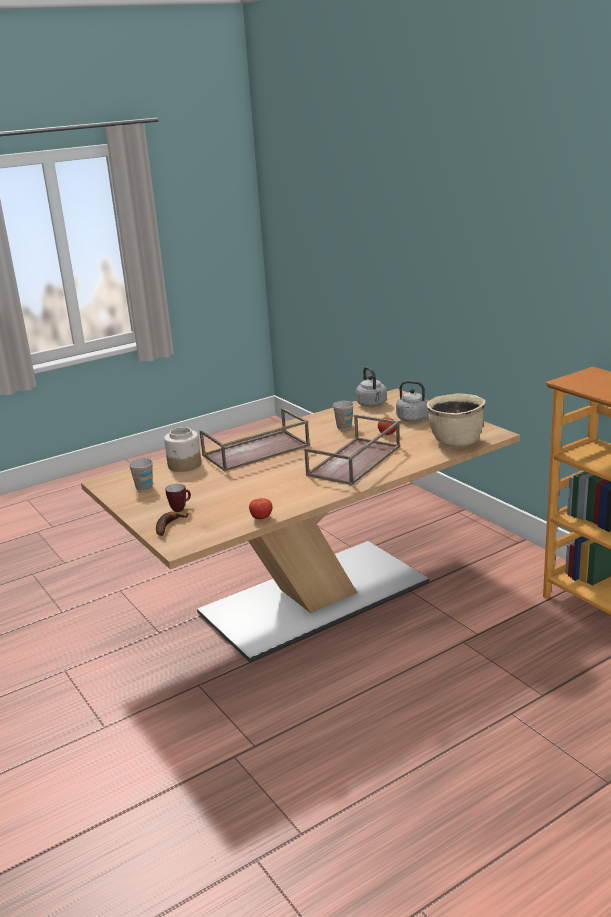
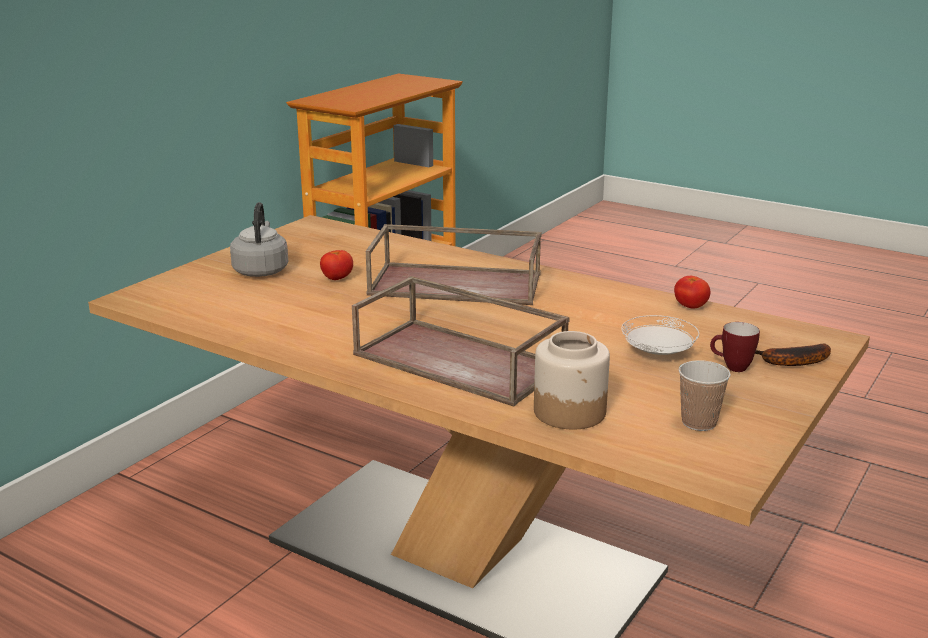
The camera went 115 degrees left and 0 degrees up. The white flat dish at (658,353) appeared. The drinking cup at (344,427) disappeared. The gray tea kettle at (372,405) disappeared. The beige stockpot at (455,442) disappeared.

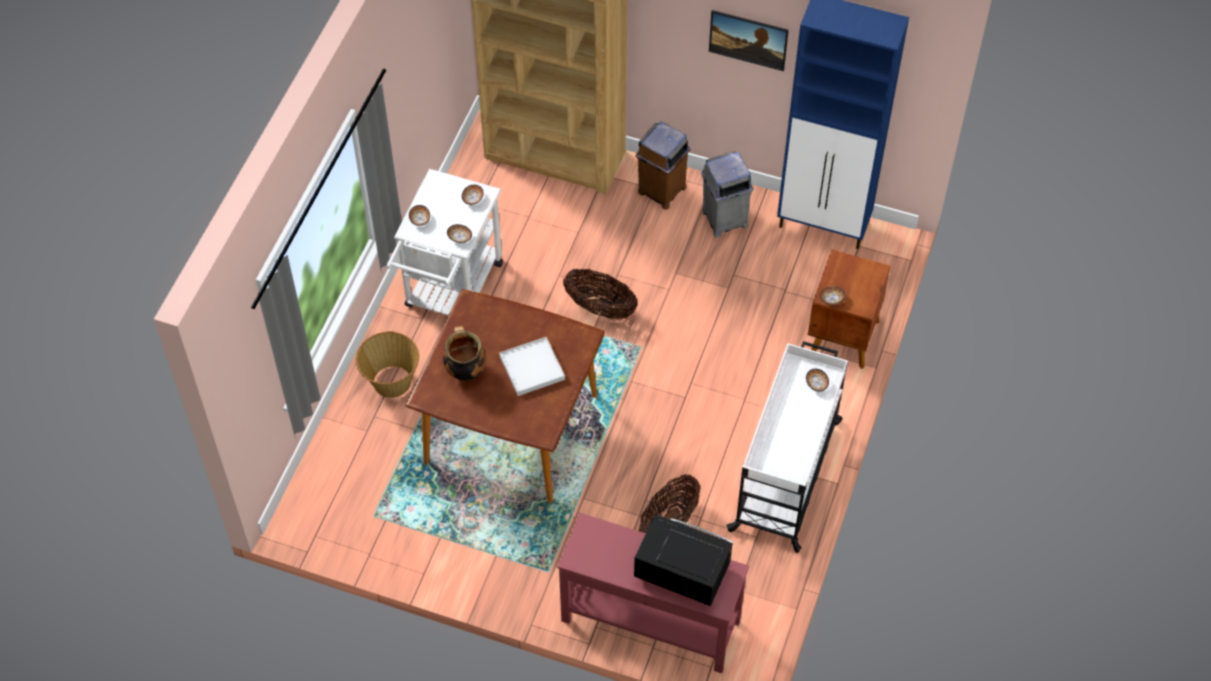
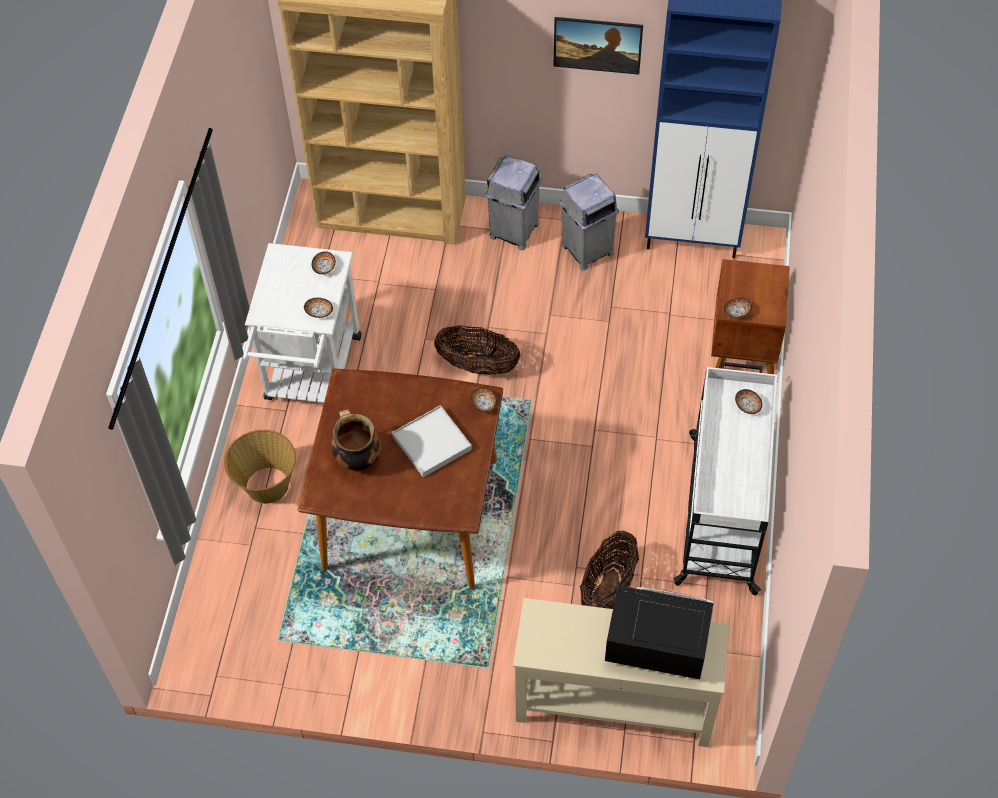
The camera went 10 degrees left and 0 degrees up. The deep dish moved from (419,220) to (483,404). The brown-coloured rubbish bin at (661,191) became the gray rubbish bin at (513,231). The red-coloured hall table at (650,620) became the beige hall table at (613,702).

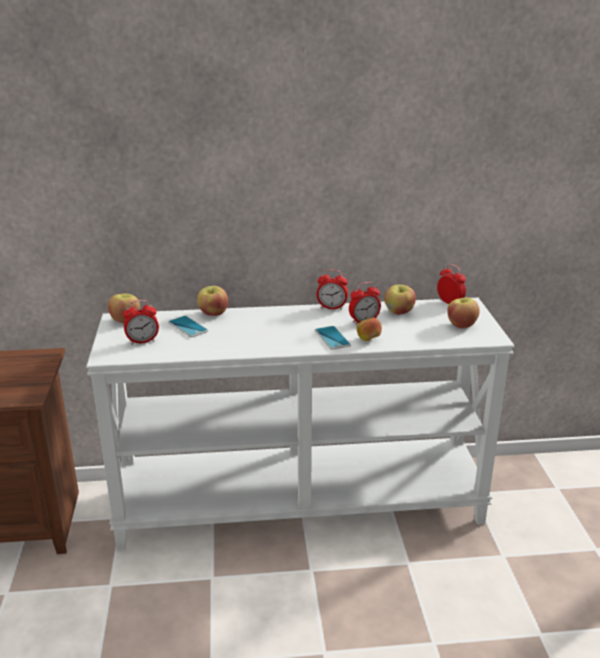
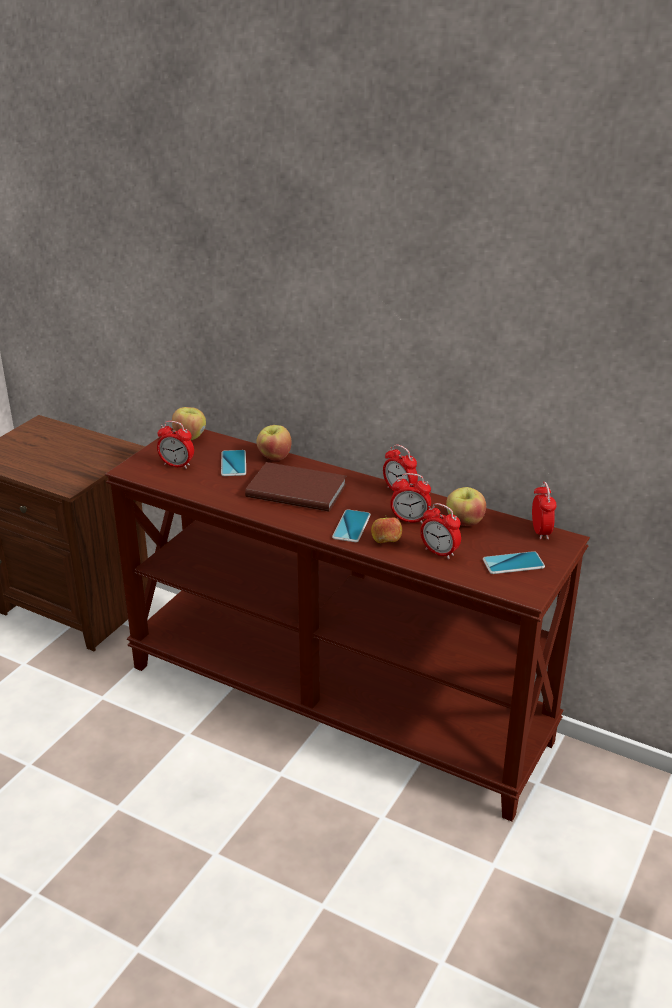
The camera went 35 degrees right and 5 degrees up. The white hall table at (300,502) became the brown-coloured hall table at (338,702). The brown-coloured volume at (296,489) appeared. The bedside clock at (439,552) appeared. The apple fruit at (461,325) was replaced by the phone at (513,563).

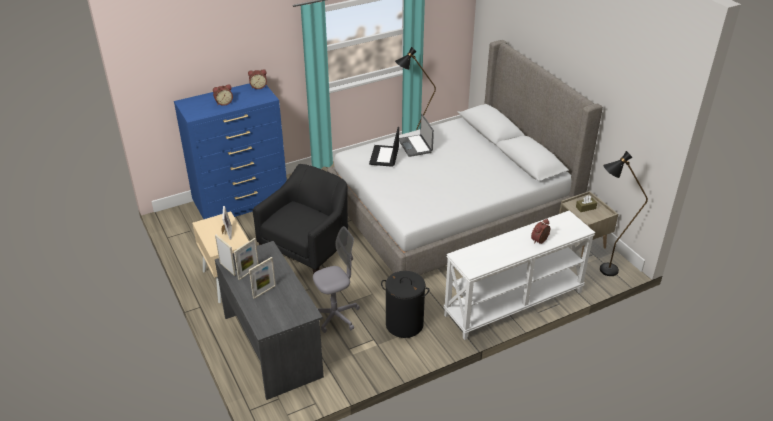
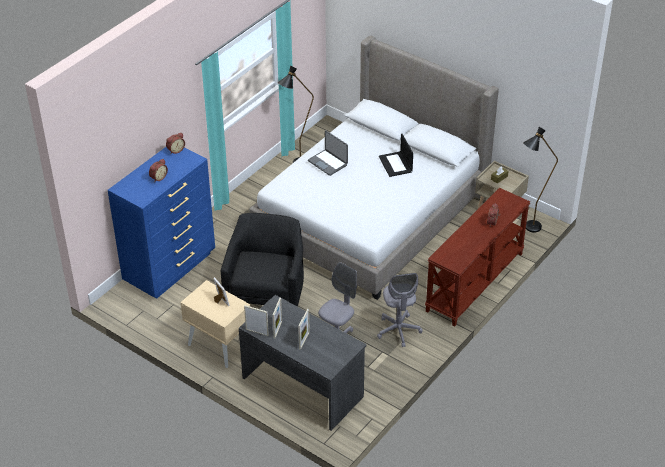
The camera went 25 degrees left and 5 degrees up. The blackish hamper at (404,324) was replaced by the gray computer chair at (398,330). The portable computer moved from (384,156) to (396,164). The white hall table at (514,304) became the brown-coloured hall table at (475,282).

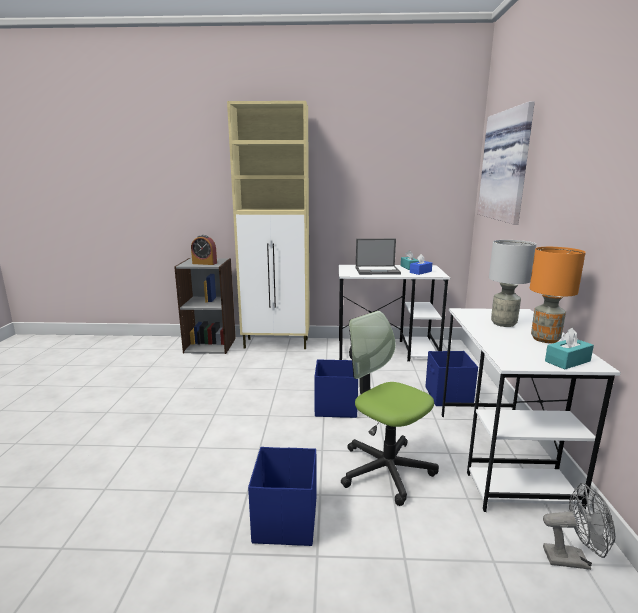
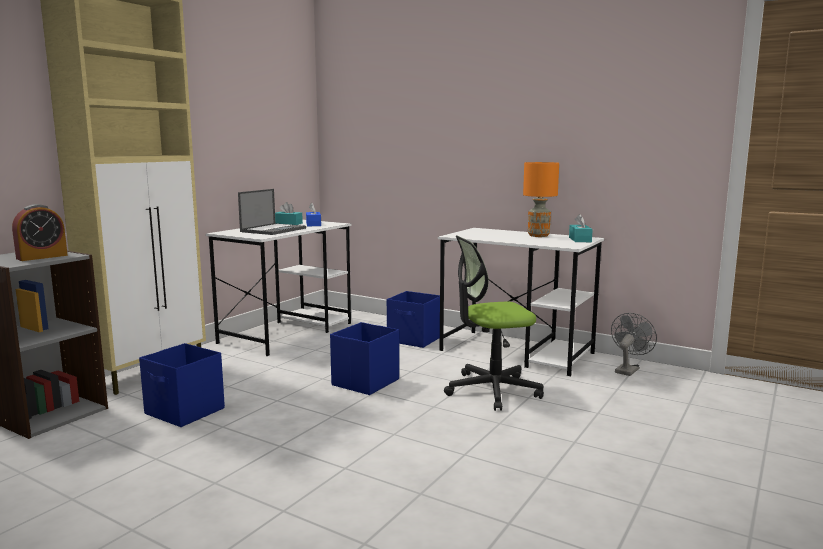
The camera went 60 degrees left and 5 degrees down. The bluish storage container moved from (285,521) to (185,411). The wall picture at (508,166) disappeared. The gray tabletop lamp at (504,323) disappeared.

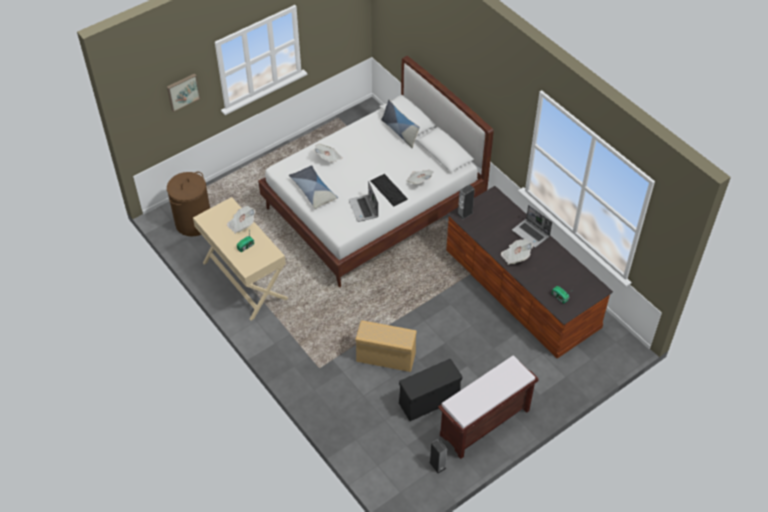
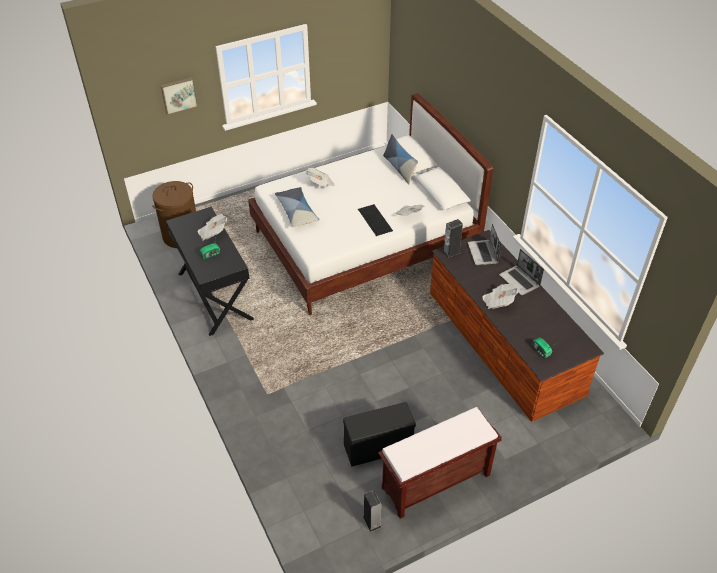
The camera went 10 degrees right and 5 degrees down. The beige hall table at (244,280) became the blackish hall table at (215,296). The portable computer moved from (364,209) to (483,253). The beige storage container at (385,357) disappeared.

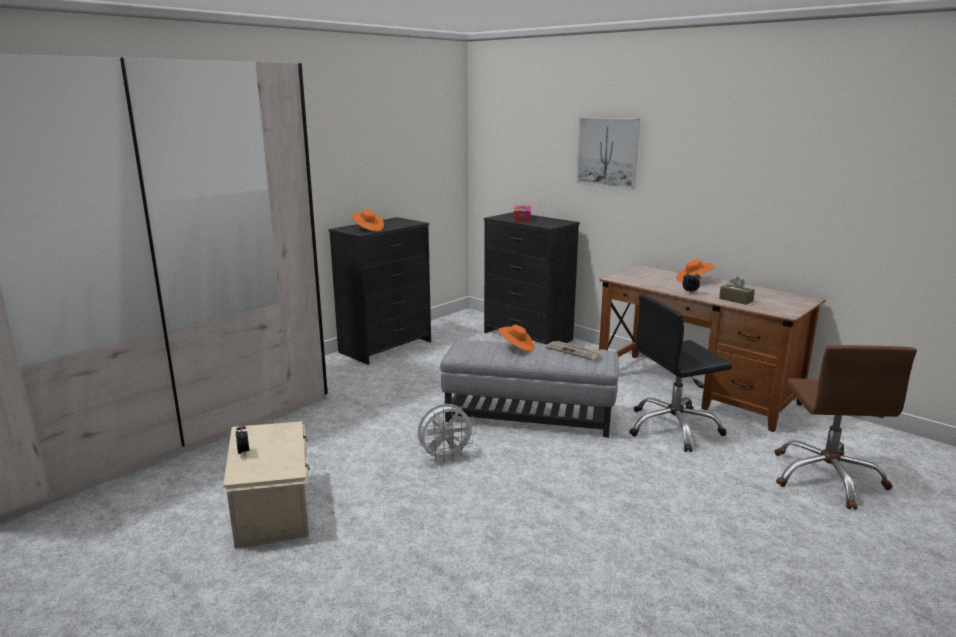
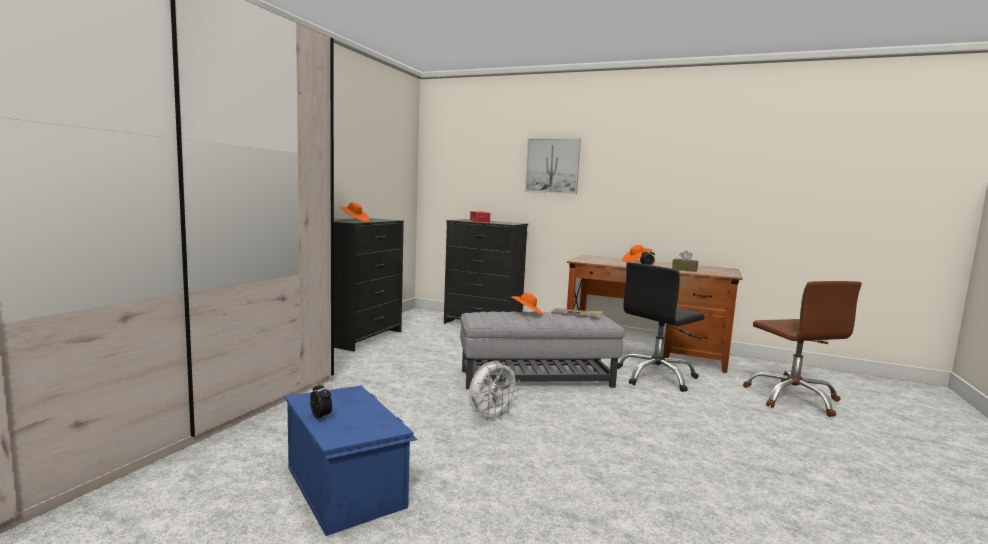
The camera went 20 degrees left and 10 degrees down. The beige storage container at (274,508) became the bluish storage container at (346,485).

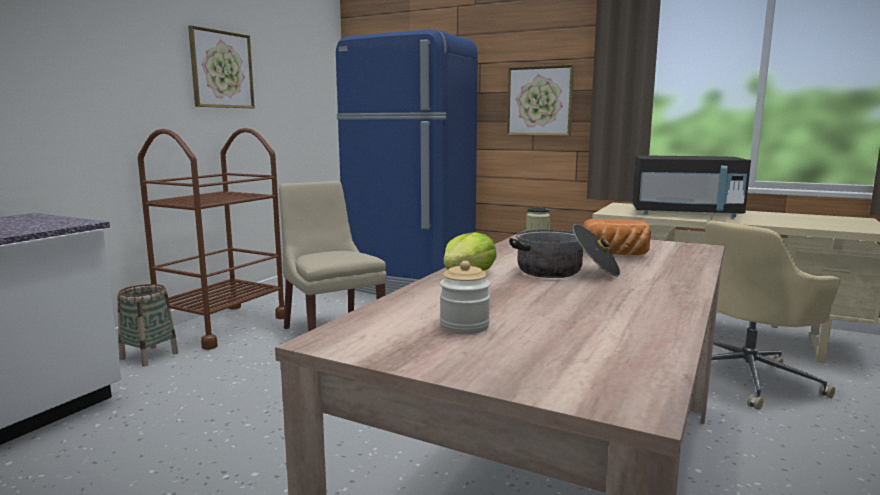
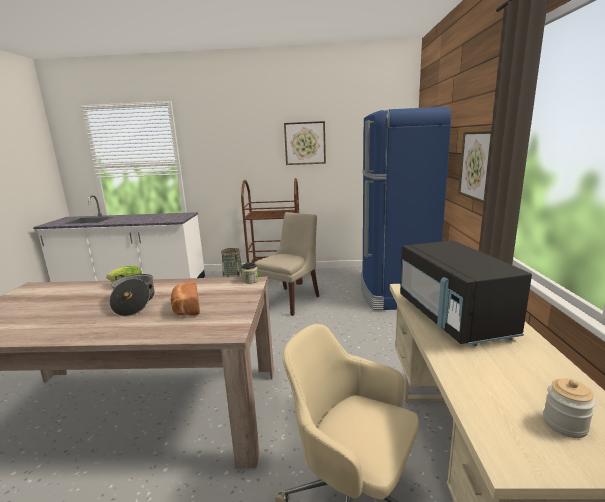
The camera went 65 degrees right and 5 degrees up. The preserve jar moved from (464,326) to (565,424).

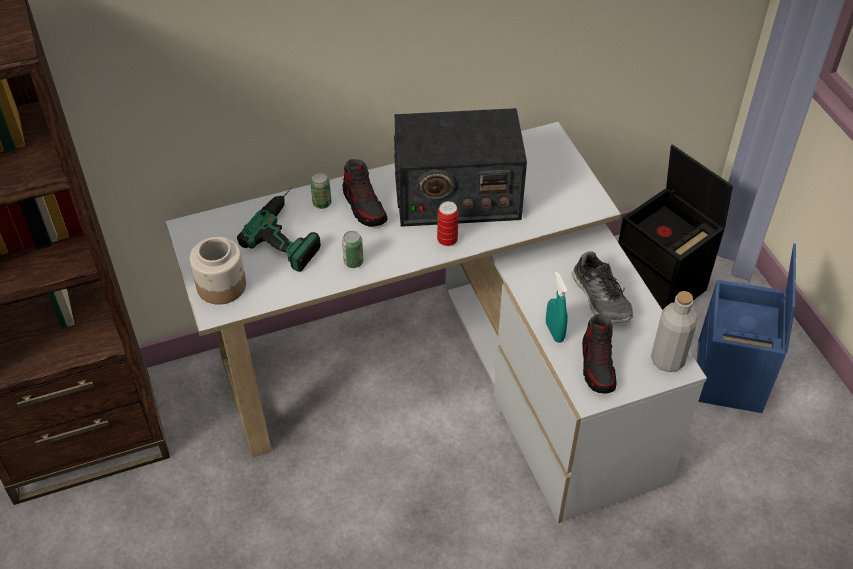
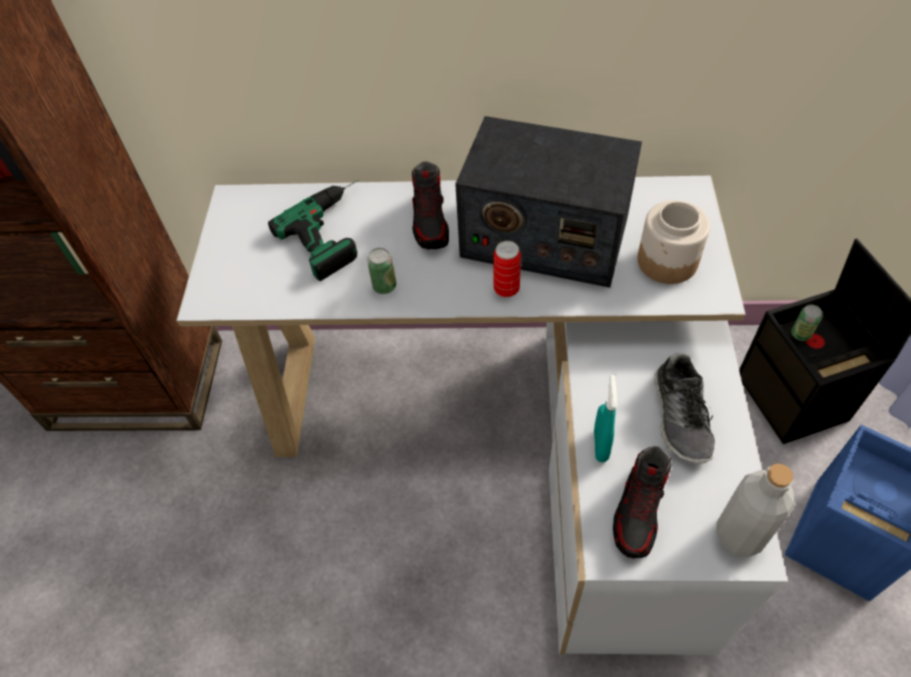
The camera went 25 degrees right and 5 degrees up. The preserve jar moved from (222,285) to (668,261). The metal can moved from (322,203) to (800,334).

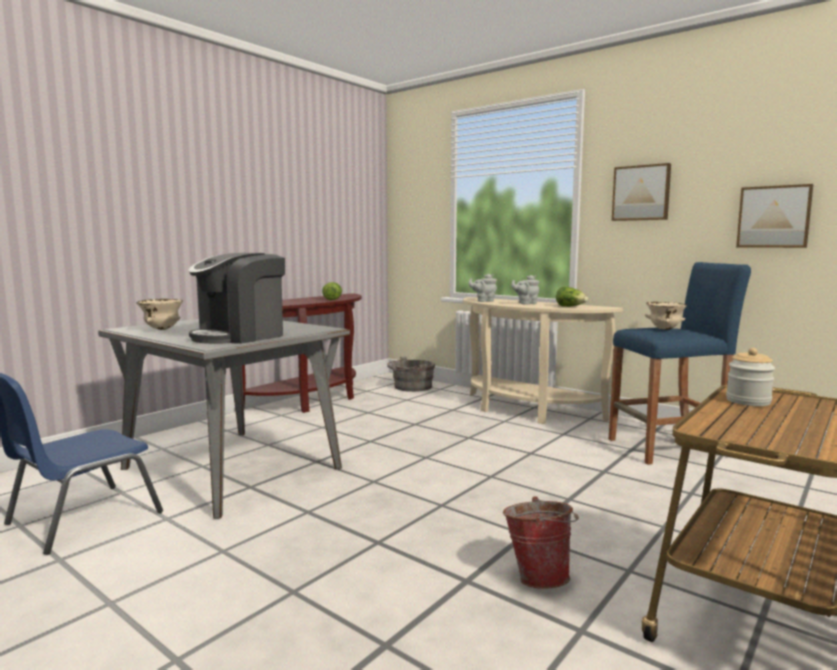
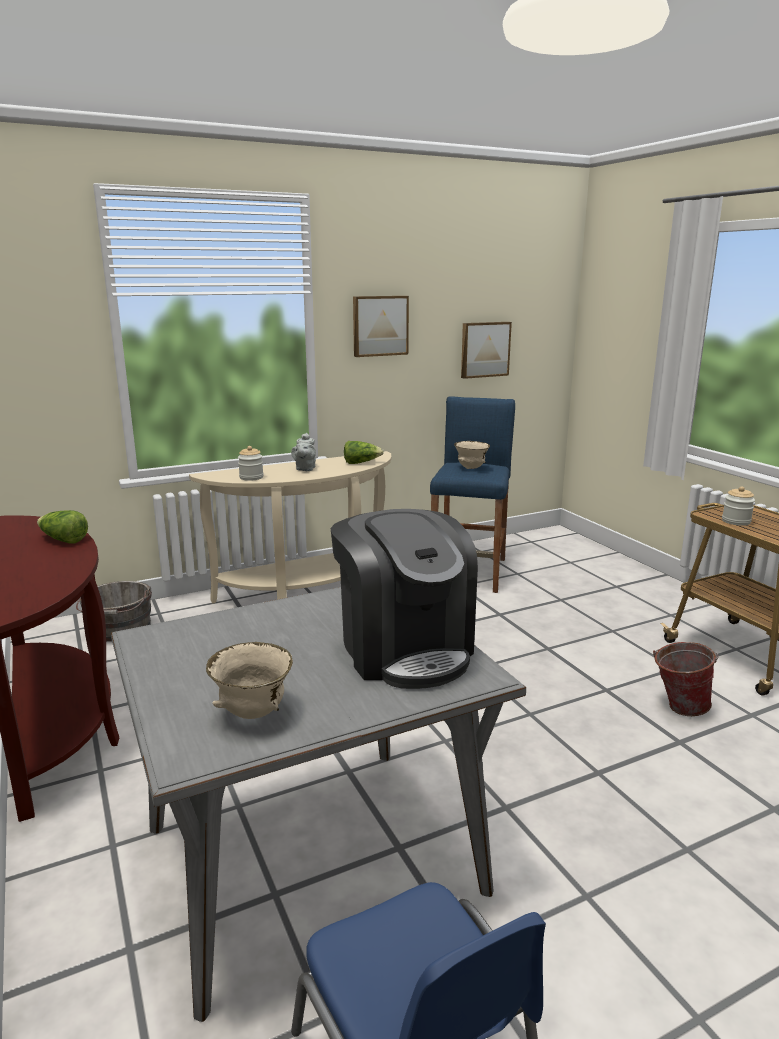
The camera went 65 degrees left and 10 degrees up. The gray pot for tea at (484,301) was replaced by the preserve jar at (251,477).

